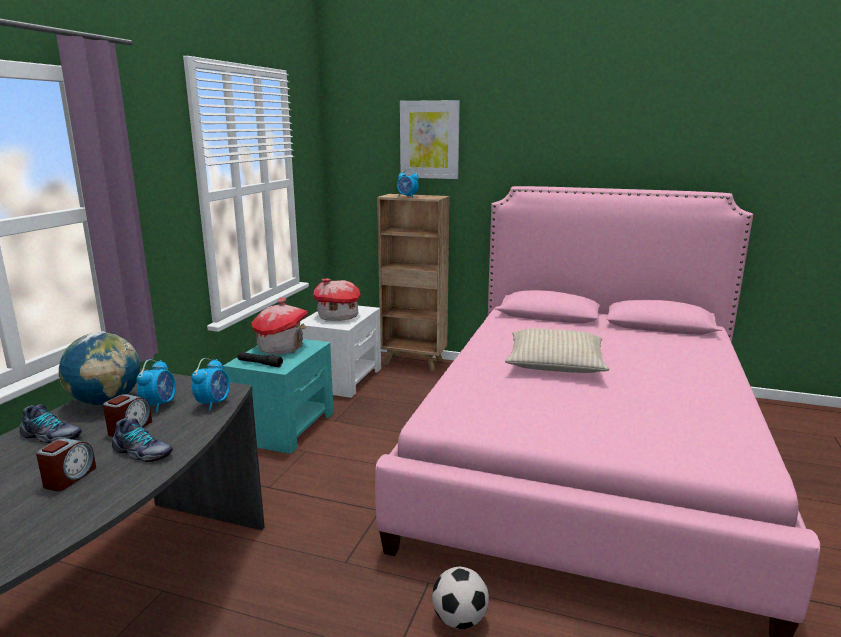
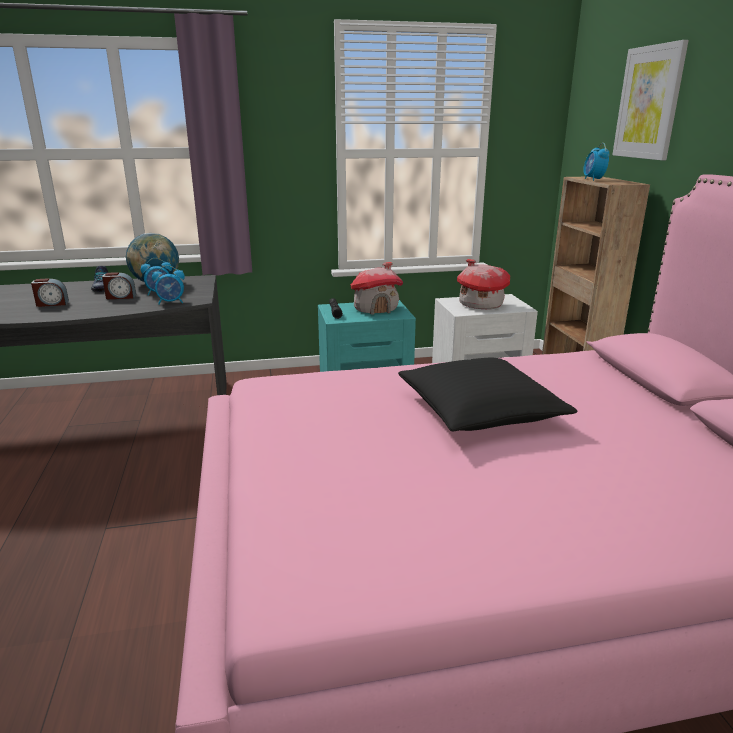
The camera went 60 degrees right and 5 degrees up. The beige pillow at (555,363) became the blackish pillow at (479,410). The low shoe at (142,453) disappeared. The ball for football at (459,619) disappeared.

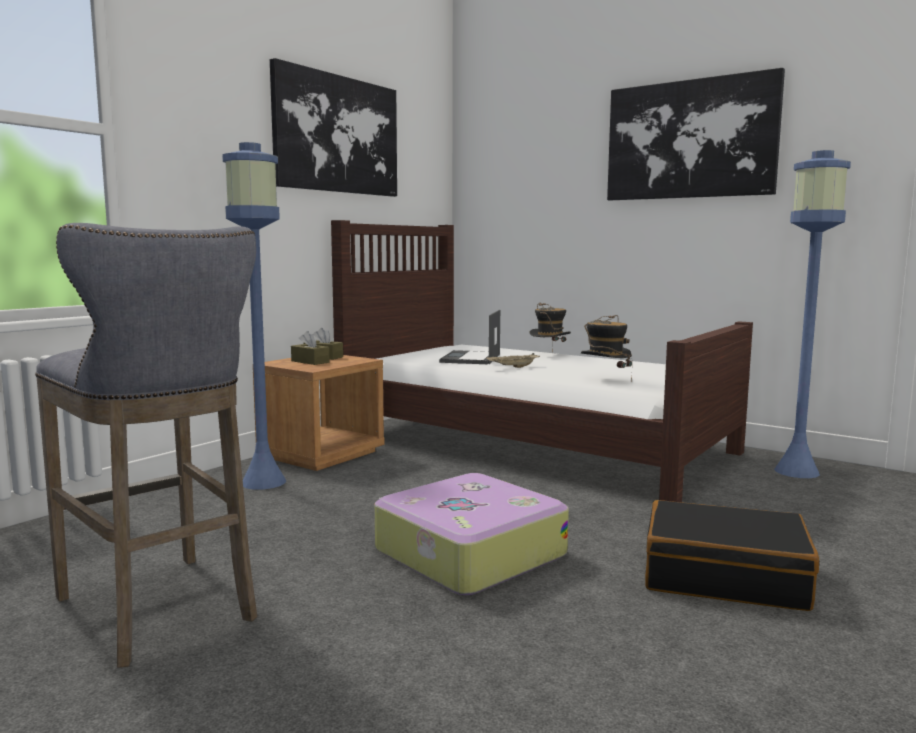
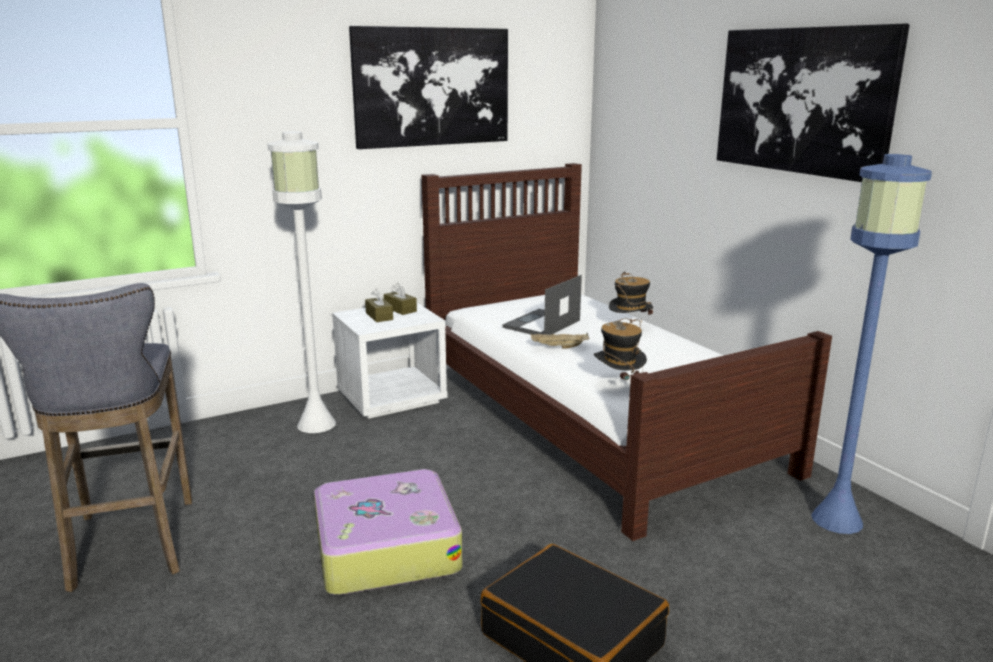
The camera went 25 degrees right and 10 degrees up. The bluish standing lamp at (264,482) became the white standing lamp at (317,424). The brown-coloured night table at (321,454) became the white night table at (392,398).

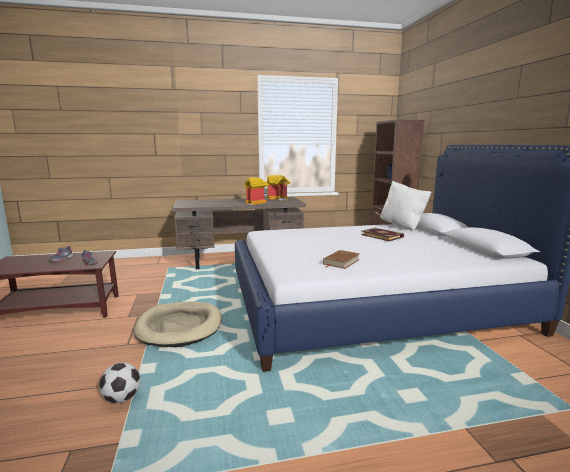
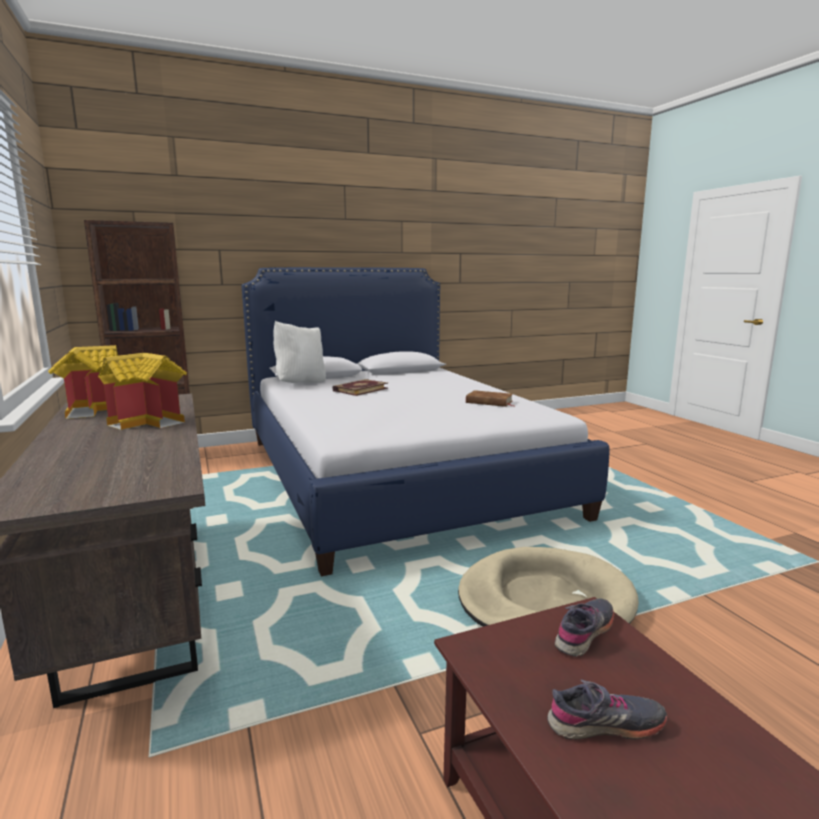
The camera went 100 degrees left and 0 degrees up. The ball for football at (122,398) disappeared.

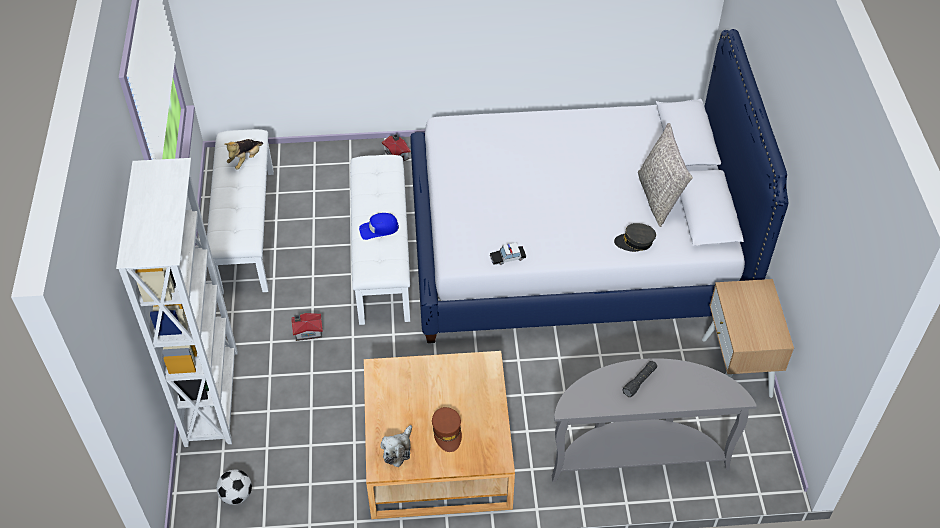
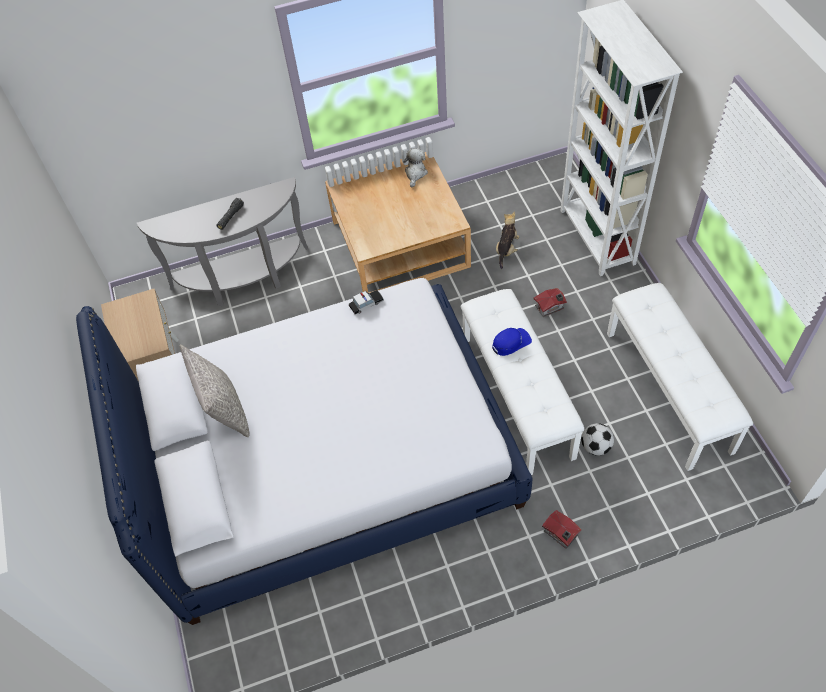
The camera went 170 degrees right and 5 degrees up. The cuddly toy moved from (246,159) to (506,249). The ball for football moved from (236,495) to (595,446). The brown-coloured peaked cap at (447,432) disappeared. The gray peaked cap at (635,242) disappeared.

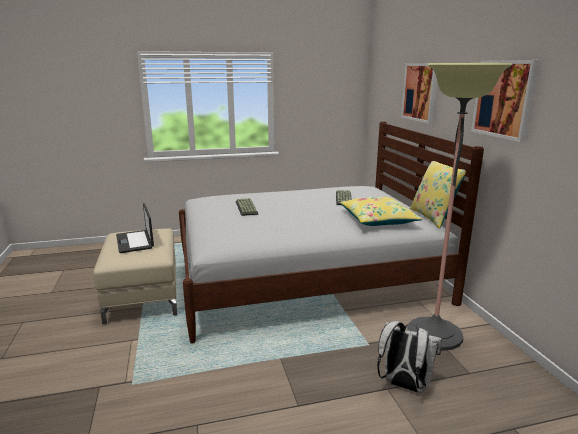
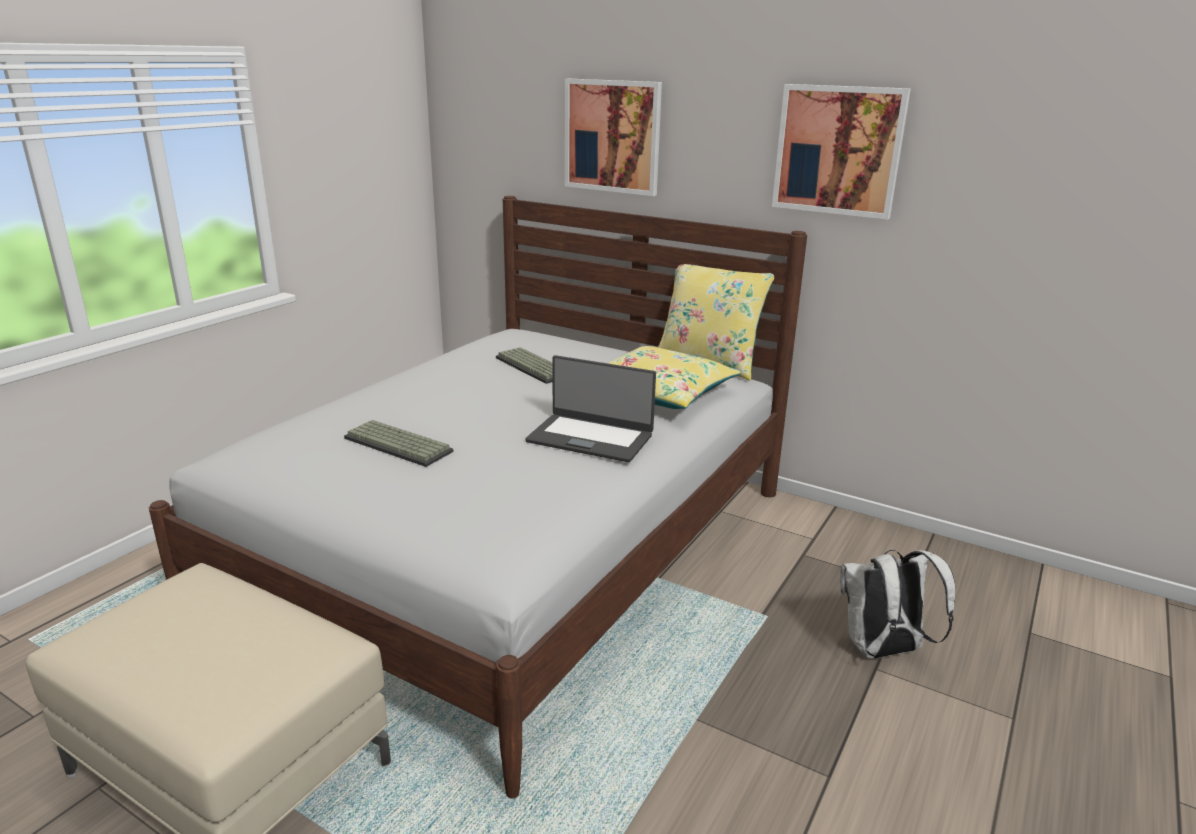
The camera went 45 degrees left and 5 degrees up. The portable computer moved from (135,241) to (590,438). The standing lamp at (434,334) disappeared.

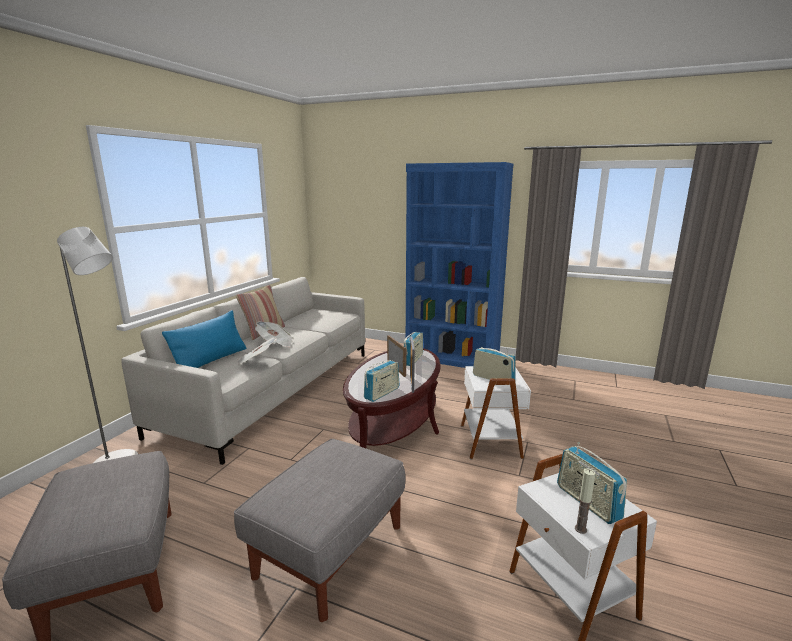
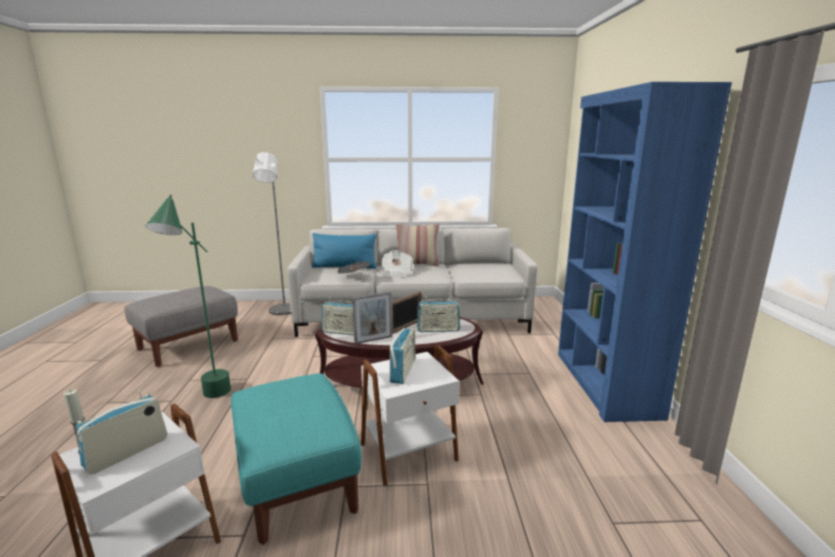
The camera went 65 degrees right and 0 degrees up. The gray ottoman at (331,550) was replaced by the greenish standing lamp at (208,403). The turquoise ottoman at (297,481) appeared.

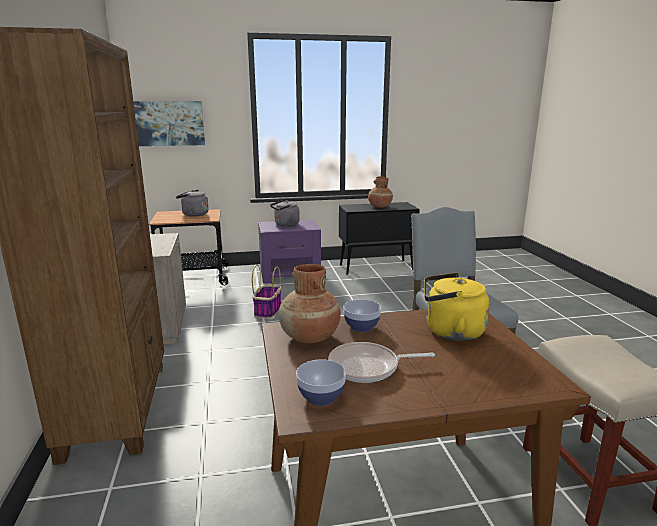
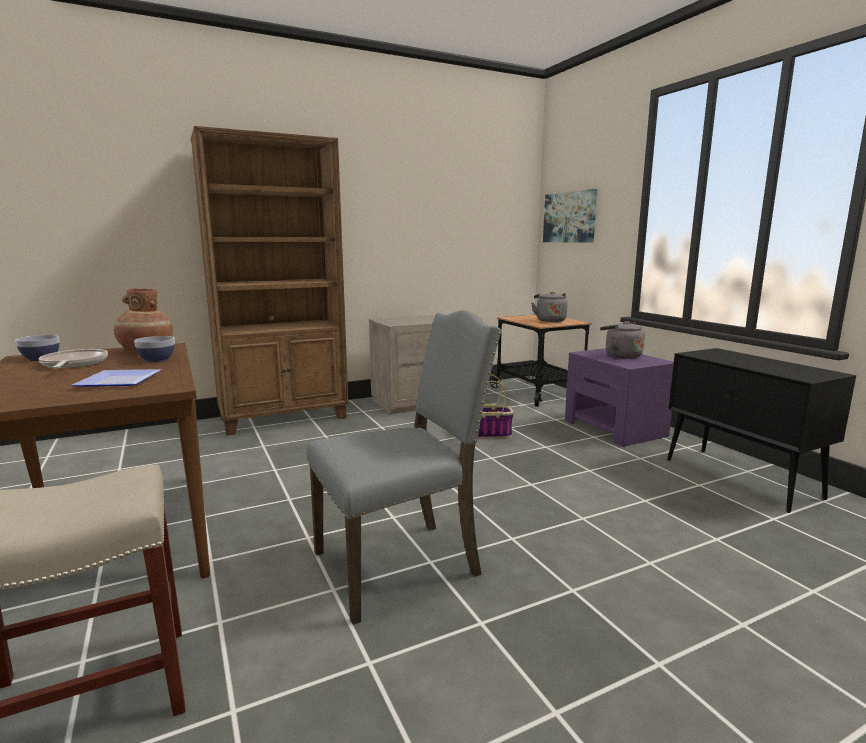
The camera went 75 degrees right and 5 degrees down. The yellowish tea kettle at (450,331) was replaced by the flat dish at (123,381). The brown-coloured flower vase at (379,206) disappeared.

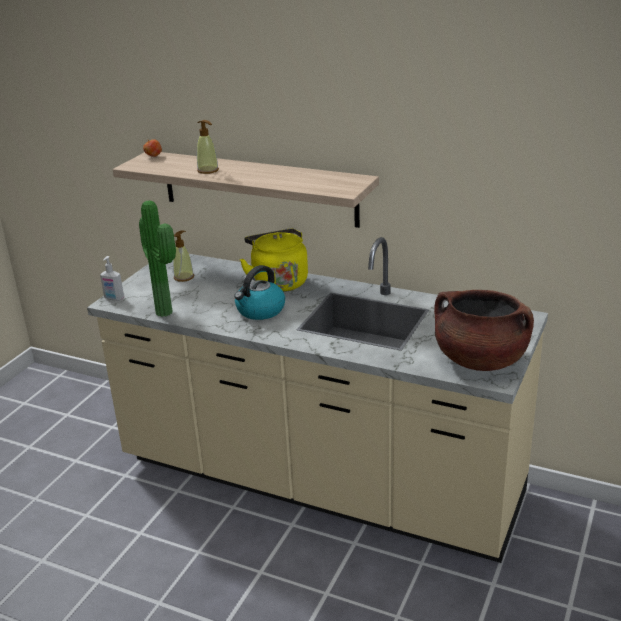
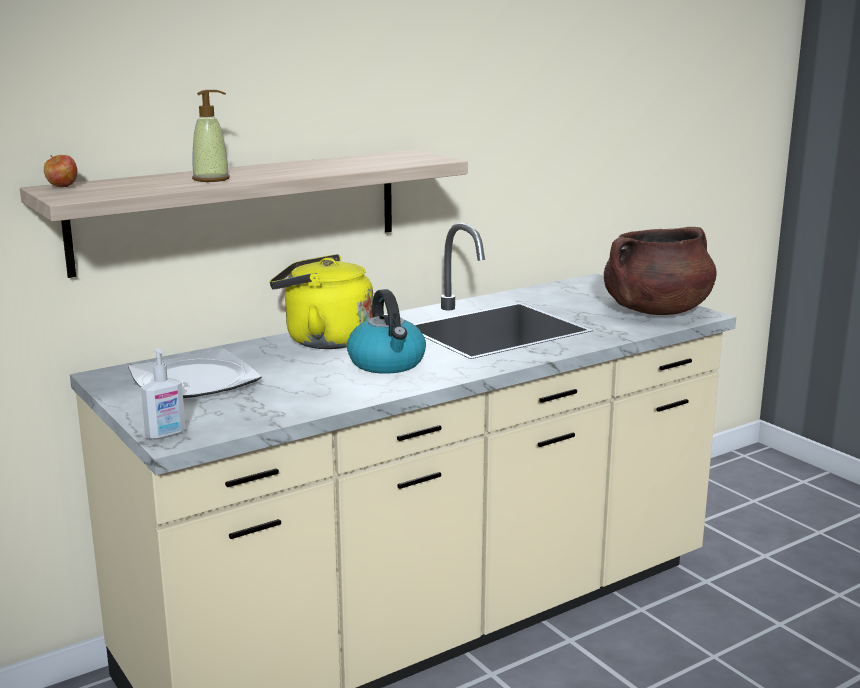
The camera went 60 degrees left and 10 degrees down. The soap dispenser at (184,277) was replaced by the flat dish at (194,381). The houseplant at (167,311) disappeared.

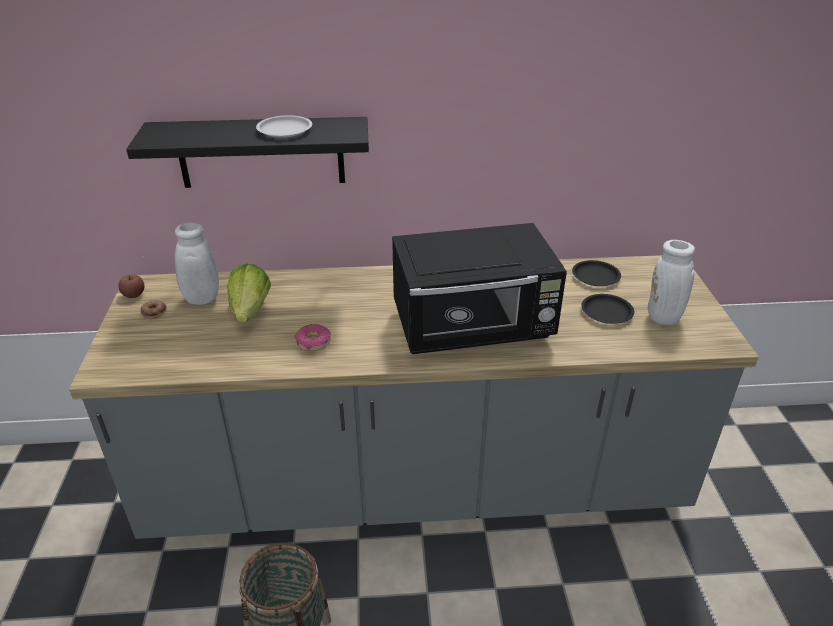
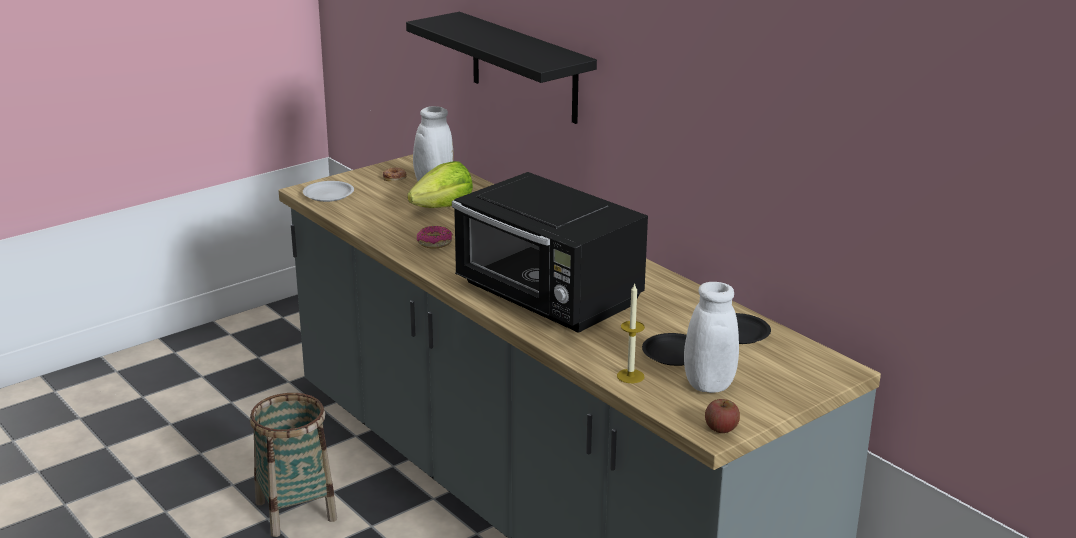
The camera went 55 degrees right and 10 degrees down. The white flat dish moved from (284,130) to (328,194). The candle at (630,376) appeared. The apple fruit moved from (134,294) to (721,428).

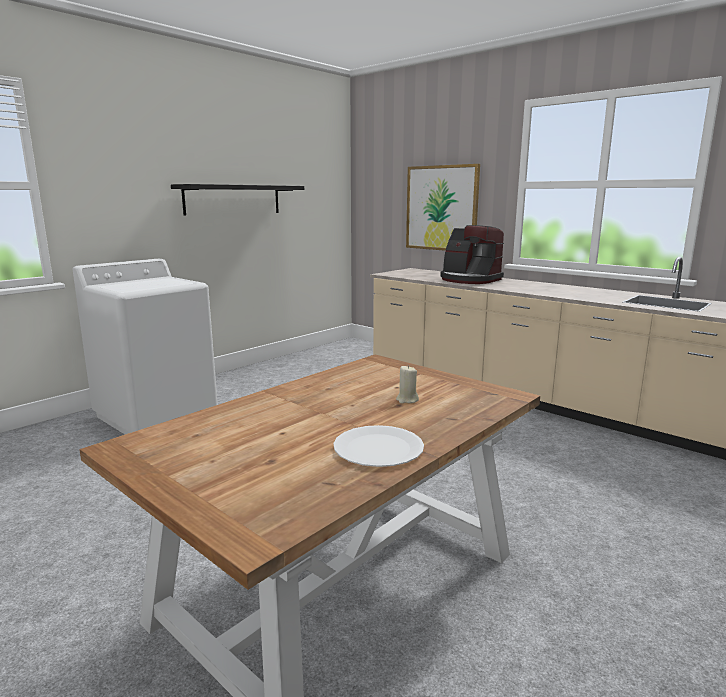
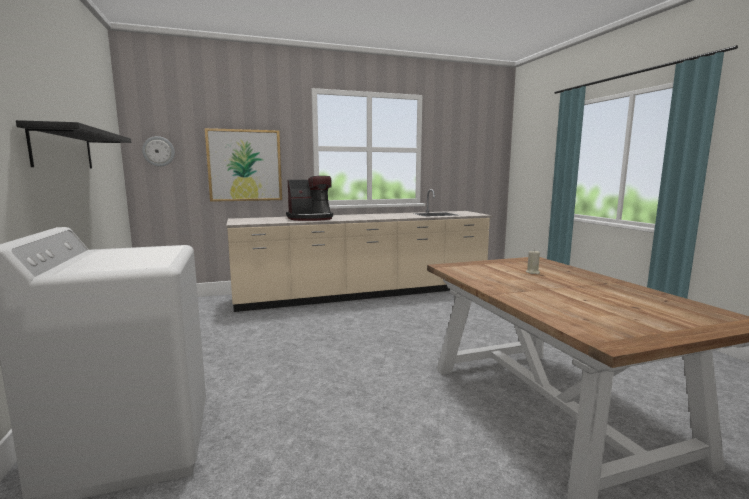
The camera went 60 degrees left and 5 degrees down. The clock on the wall at (158,151) appeared. The white flat dish at (378,448) disappeared.

